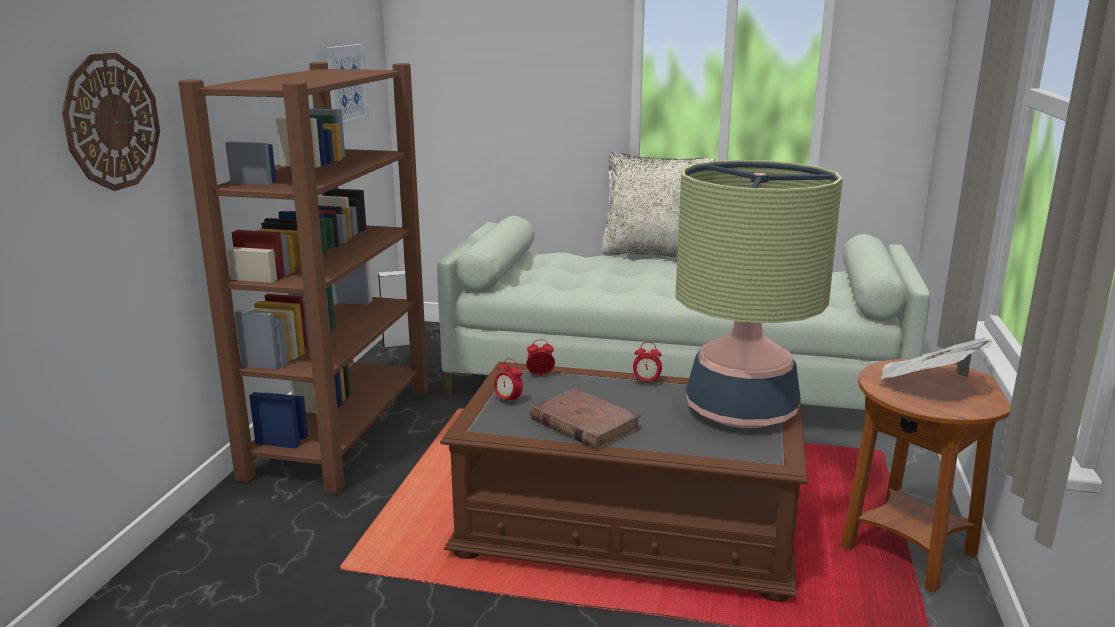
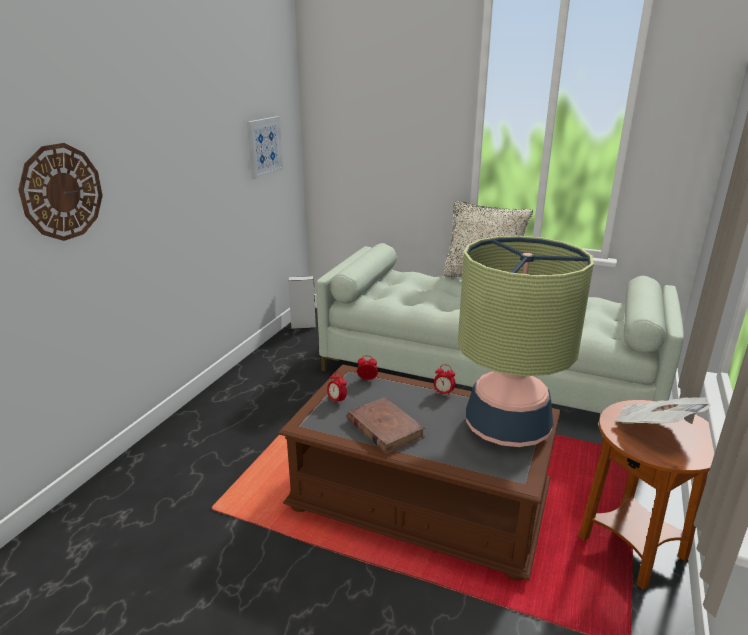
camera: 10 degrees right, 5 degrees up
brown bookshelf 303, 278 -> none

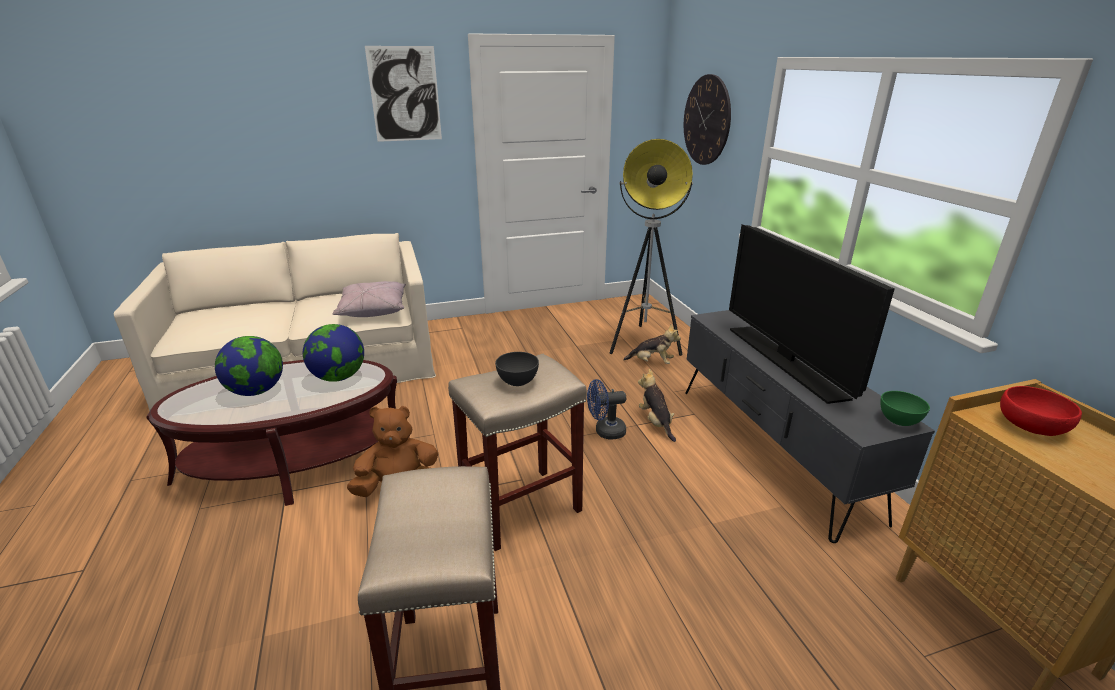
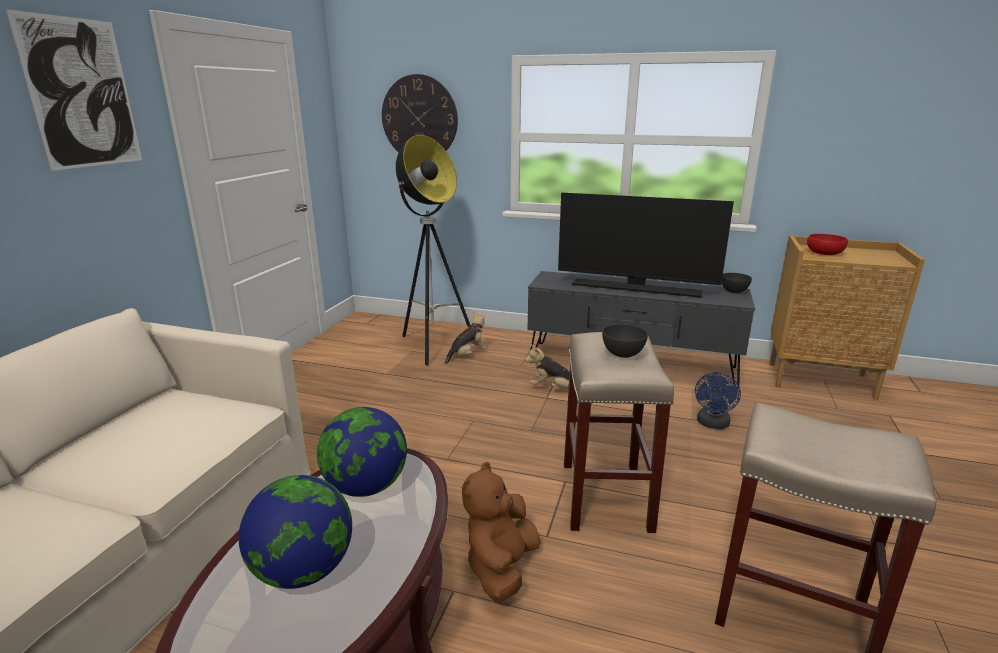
camera: 55 degrees left, 5 degrees down
purple pillow 369, 299 -> none
blue cooling fan 606, 409 -> blue cooling fan 718, 400, move
green-coloured serving bowl 905, 408 -> grey serving bowl 737, 283

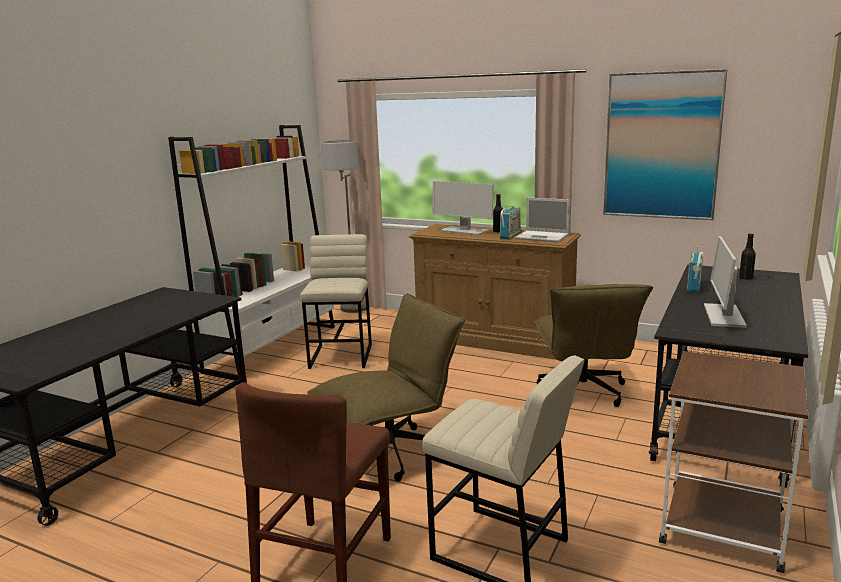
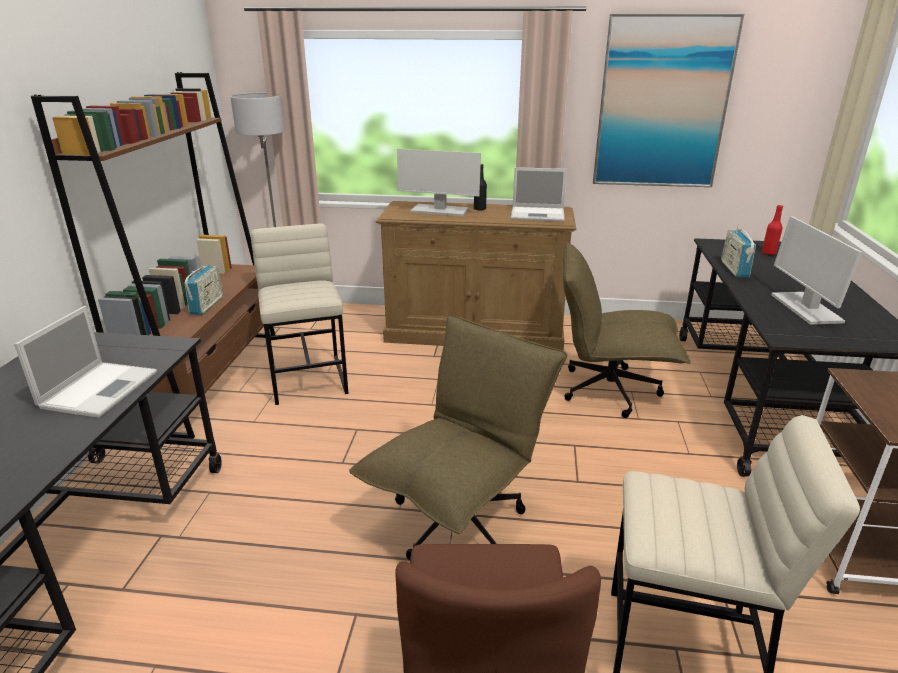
camera: 20 degrees left, 10 degrees up
white-coloured bookshelf 251, 252 -> brown bookshelf 153, 255
radio set 510, 222 -> radio set 204, 290, move
beige computer chair 592, 345 -> beige computer chair 627, 329, 120 degrees clockwise
black beverage bottle 747, 256 -> red beverage bottle 772, 230
none -> laptop 85, 362

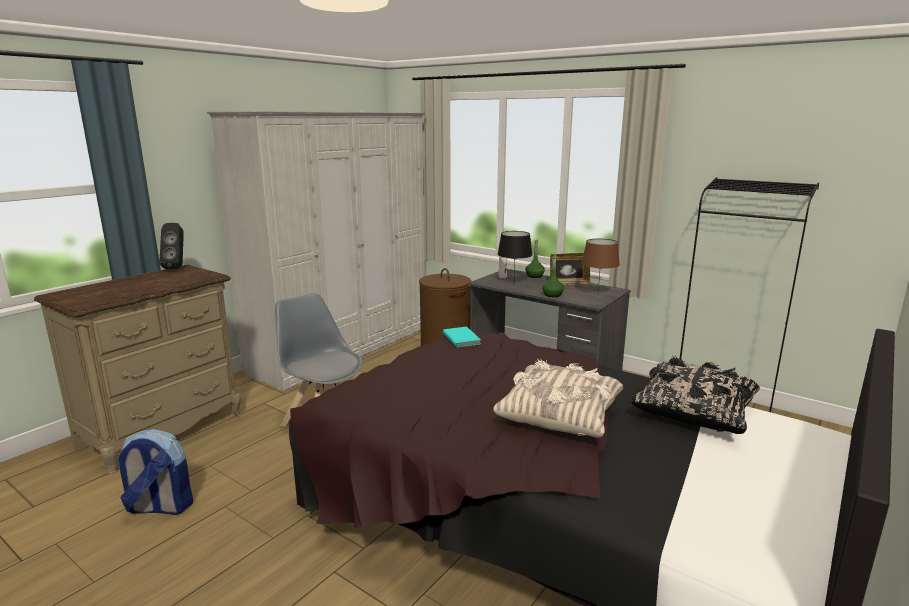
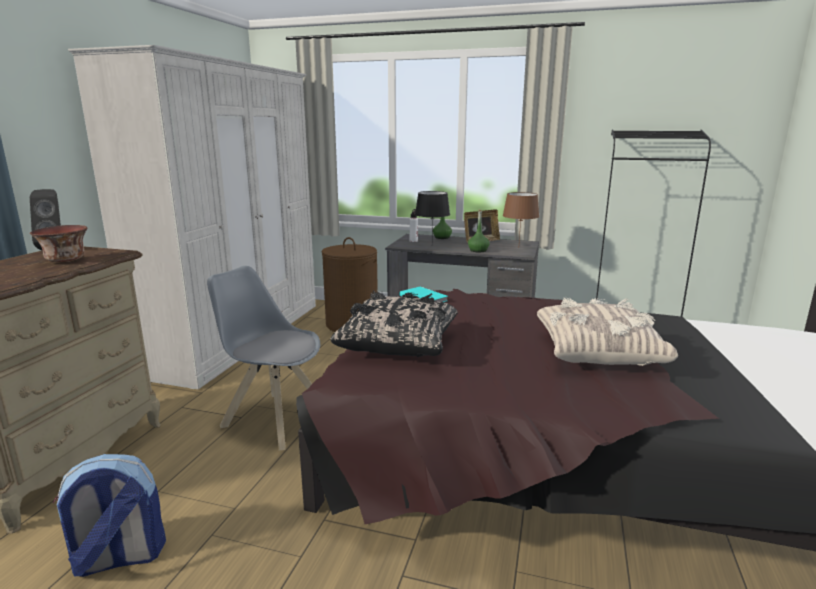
camera: 20 degrees left, 0 degrees up
black pillow 695, 394 -> black pillow 394, 323, move
none -> serving bowl 58, 243

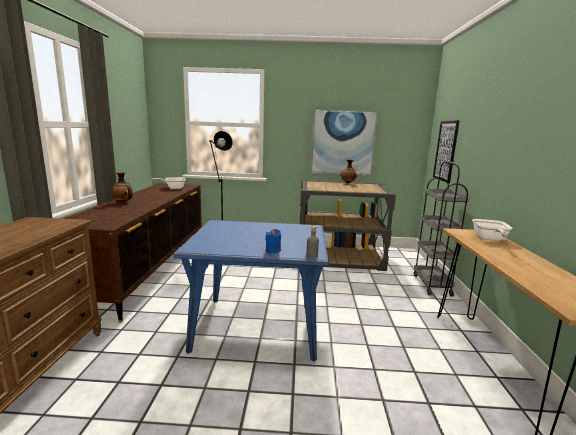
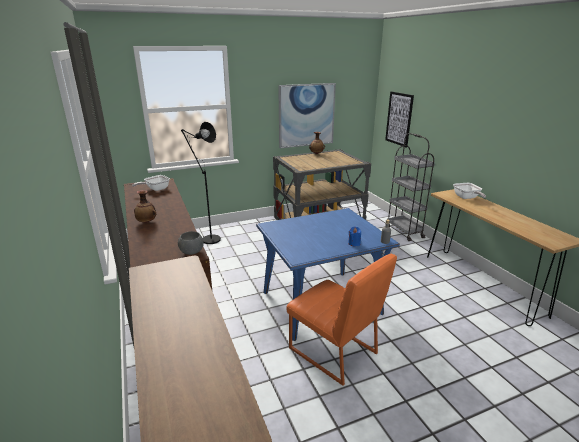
camera: 25 degrees left, 10 degrees up
none -> grey serving bowl 191, 243
none -> orangey upright chair 341, 319

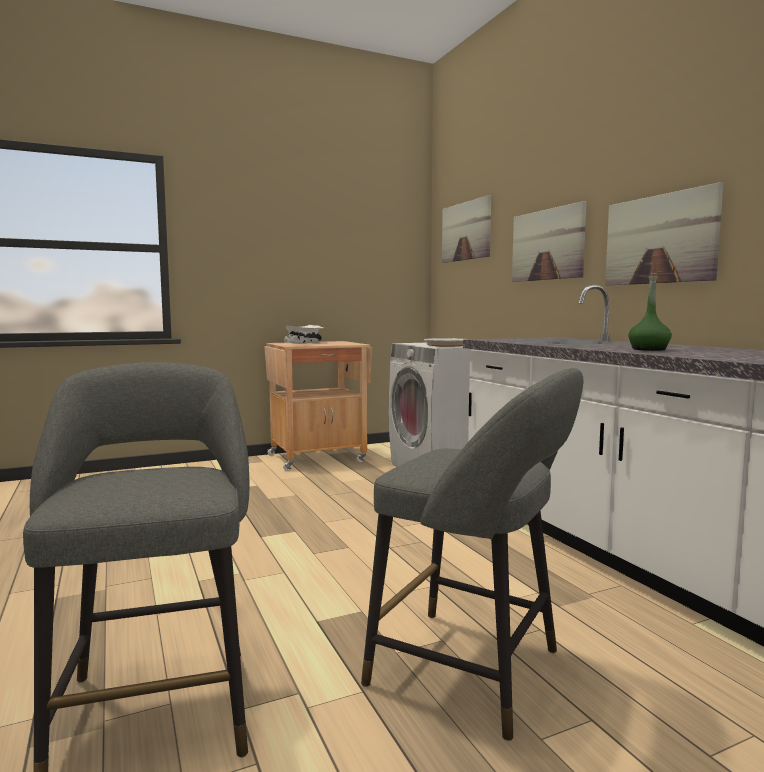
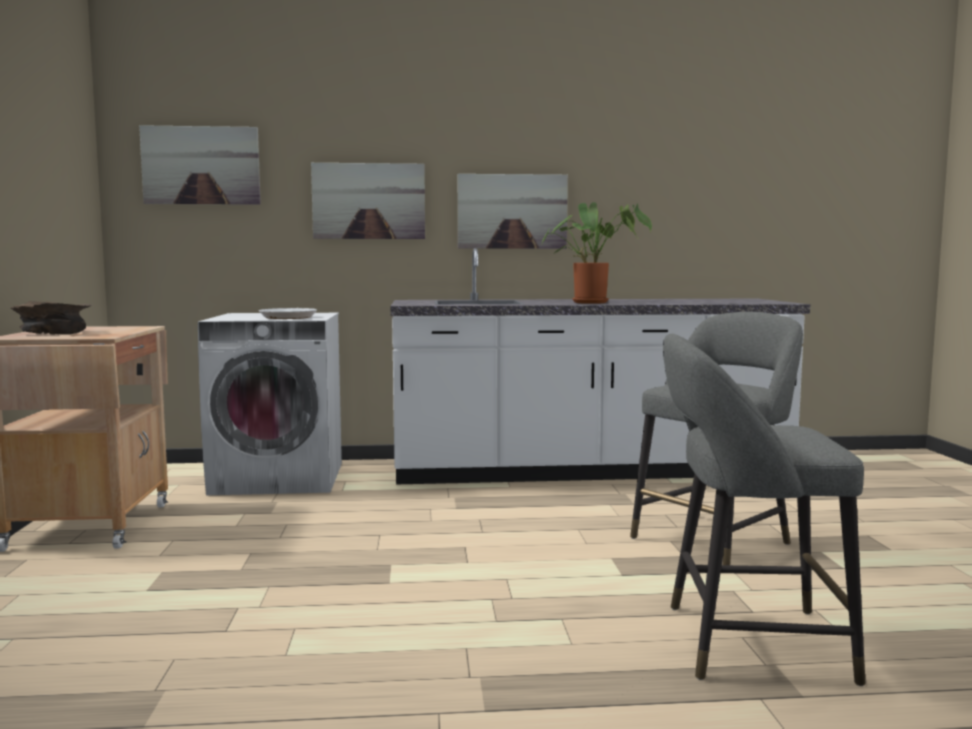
camera: 70 degrees left, 0 degrees up
white-coloured serving bowl 305, 334 -> brown serving bowl 52, 318
green-coloured beverage bottle 650, 312 -> potted plant 597, 253

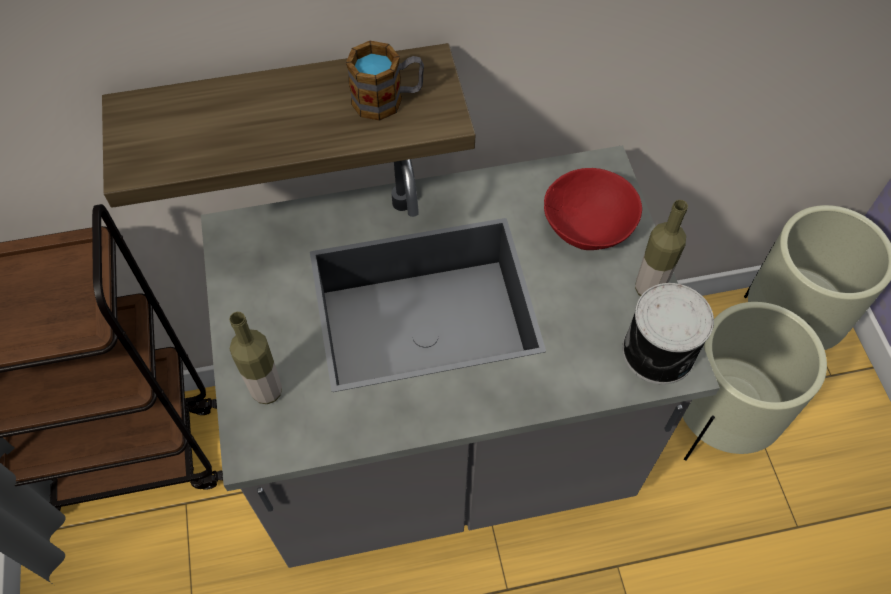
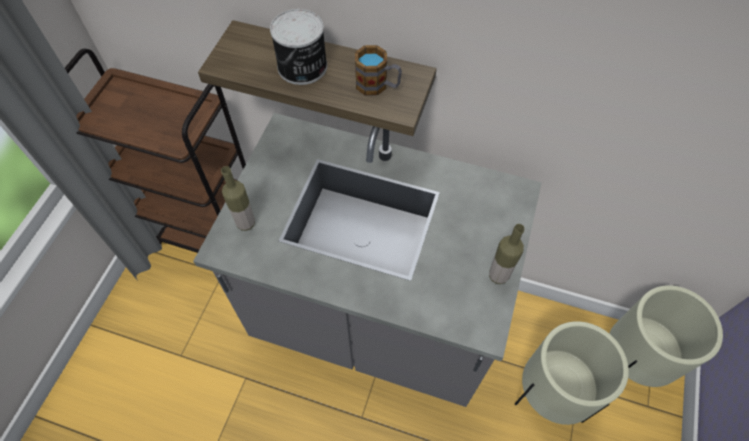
camera: 30 degrees right, 0 degrees up
red serving bowl 593, 209 -> none
metal can 668, 334 -> metal can 298, 47, move

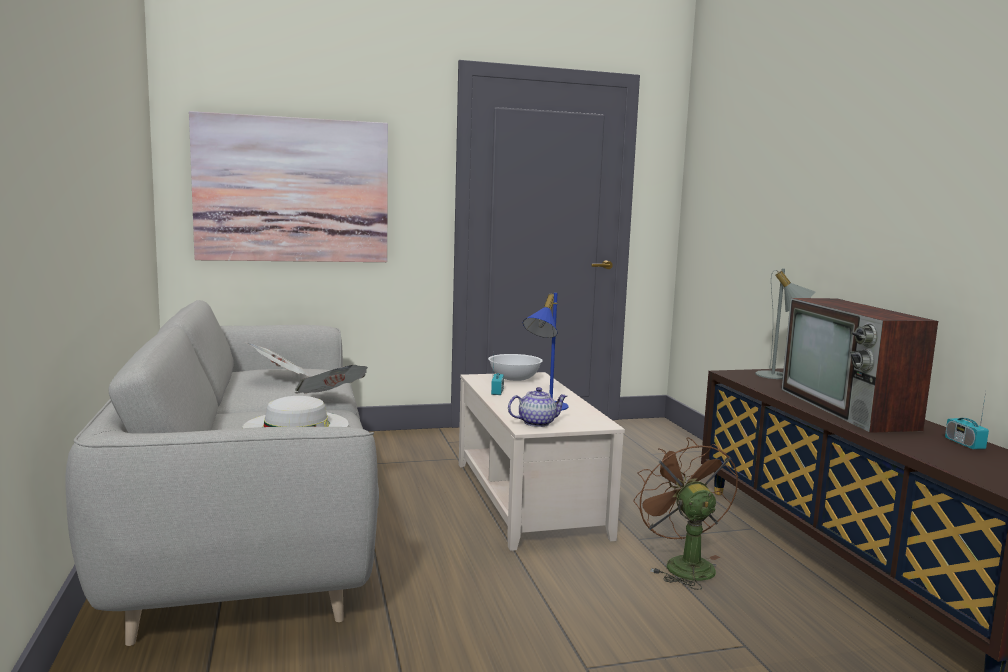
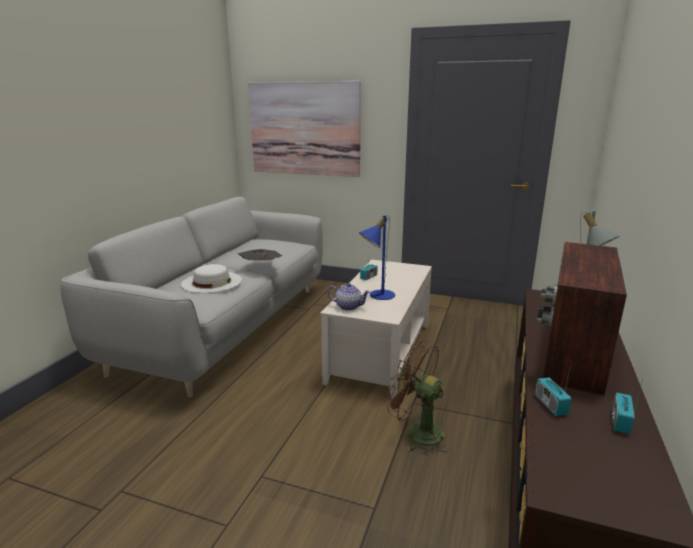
camera: 35 degrees right, 10 degrees up
newspaper 278, 359 -> none
white-coloured serving bowl 515, 367 -> none
brown cooling fan 685, 513 -> brown cooling fan 417, 397, 75 degrees counterclockwise
none -> radio set 553, 389

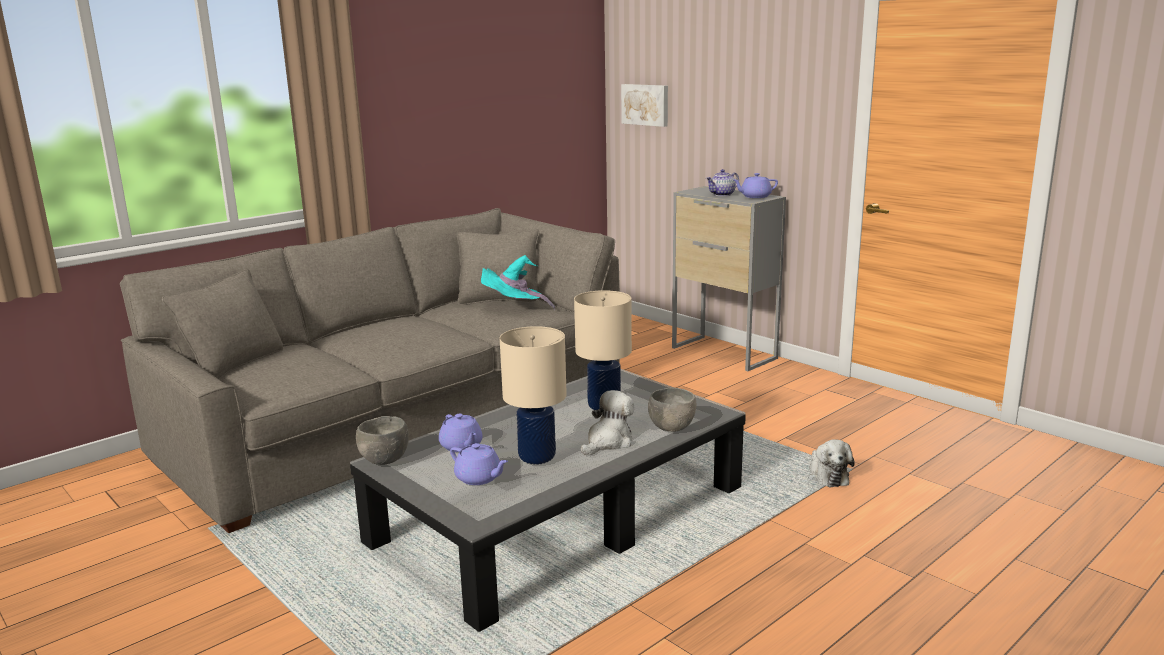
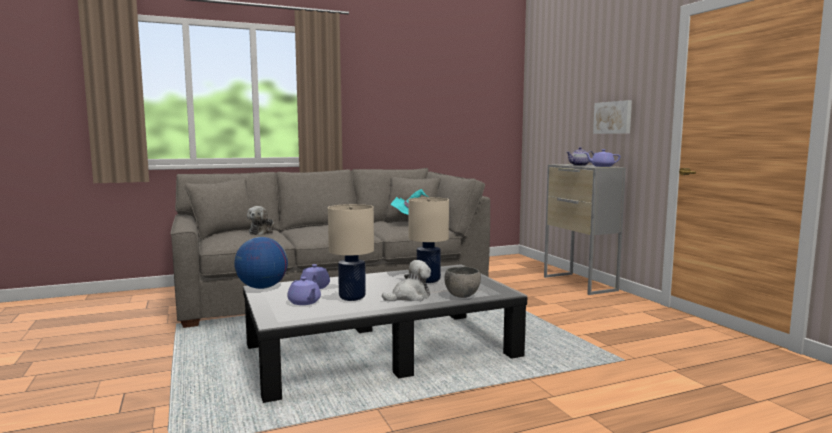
camera: 20 degrees right, 10 degrees down
grey serving bowl 382, 440 -> desk globe 261, 263
wall art 644, 105 -> wall art 612, 117, move
cuddly toy 831, 463 -> cuddly toy 260, 220, move

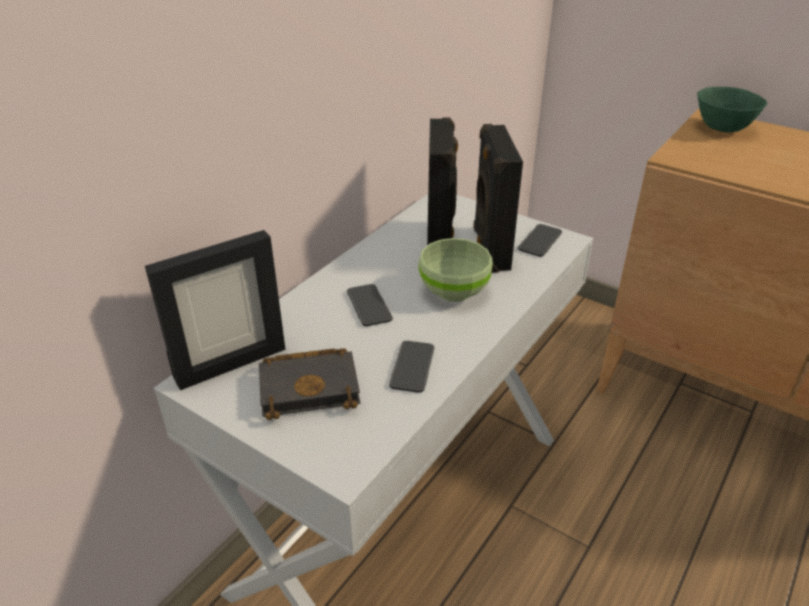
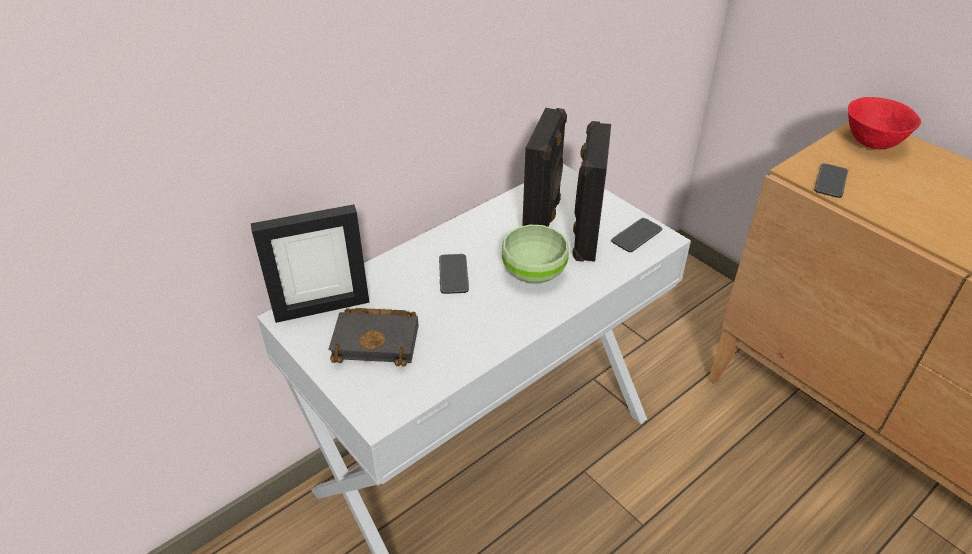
camera: 15 degrees right, 5 degrees up
phone 412, 367 -> phone 831, 180, move
green-coloured serving bowl 732, 109 -> red serving bowl 884, 123

